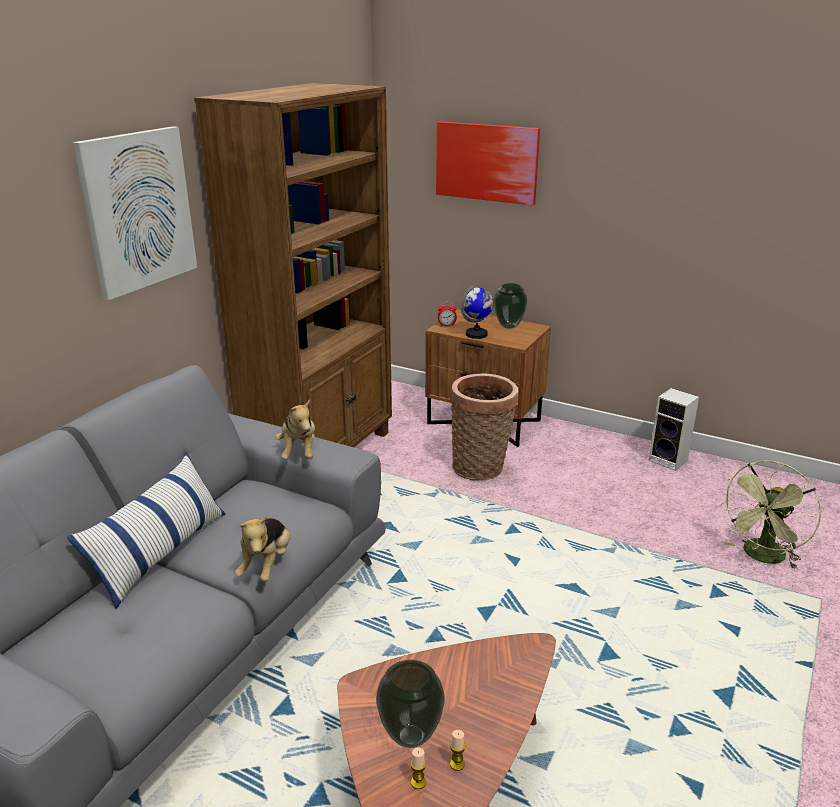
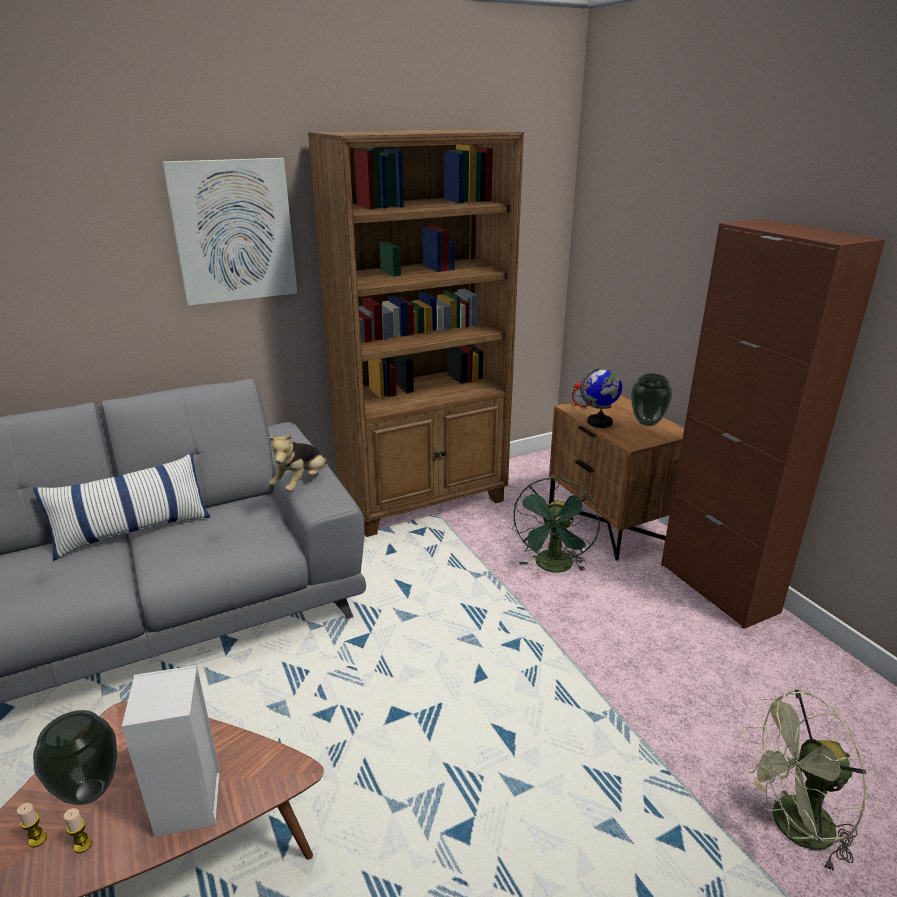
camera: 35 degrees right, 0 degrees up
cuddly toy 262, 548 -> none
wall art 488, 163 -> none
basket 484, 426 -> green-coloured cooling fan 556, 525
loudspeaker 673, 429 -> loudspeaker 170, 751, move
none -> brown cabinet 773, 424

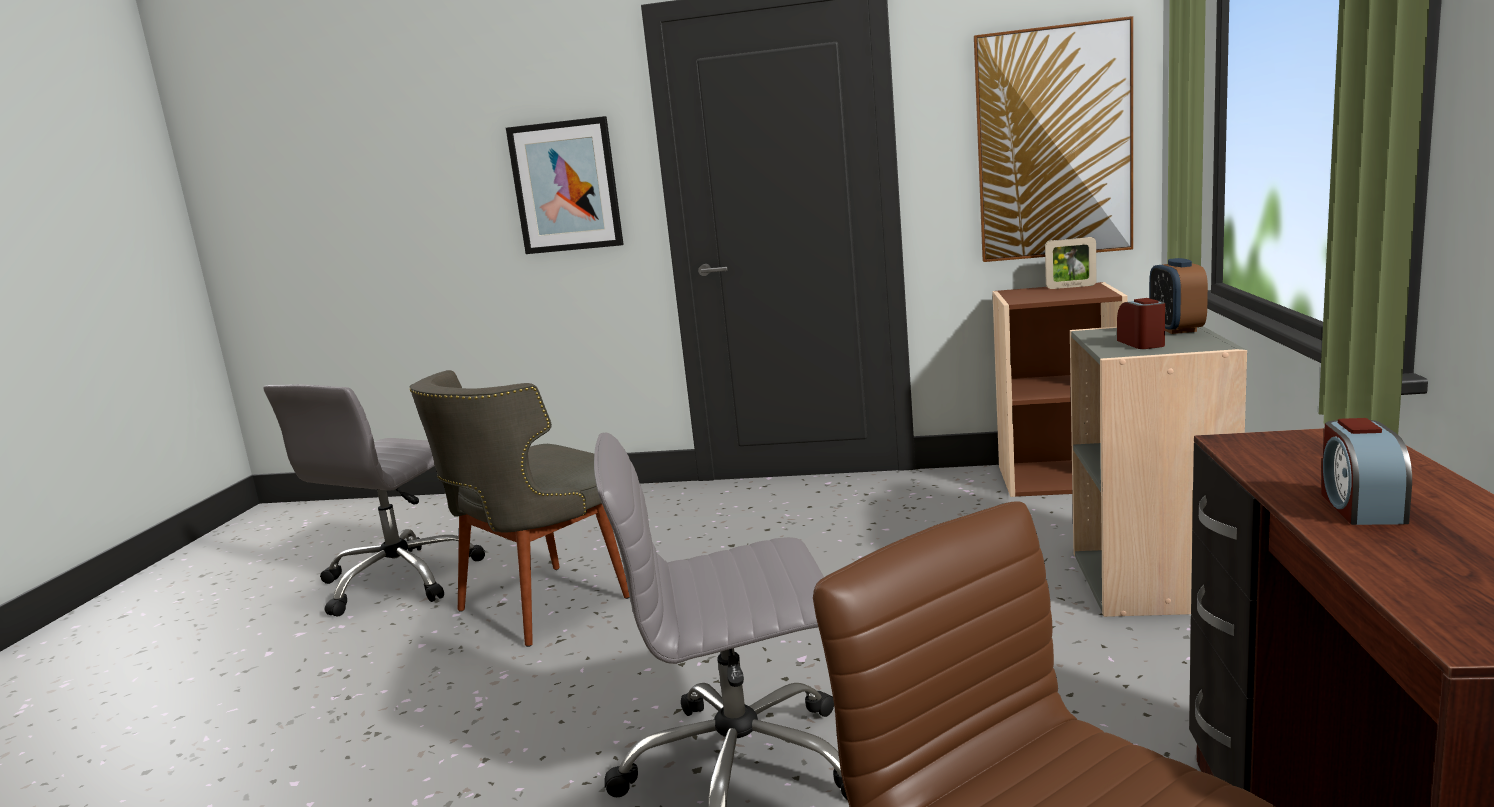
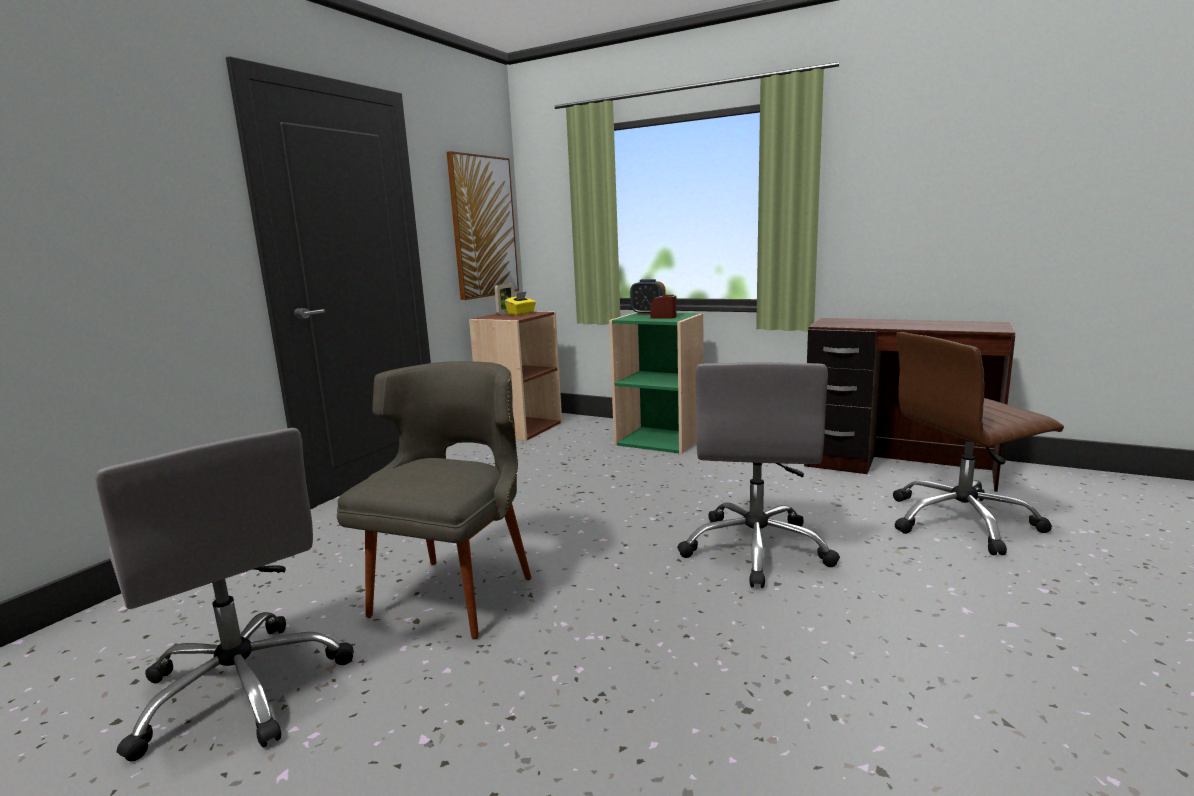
camera: 70 degrees left, 0 degrees up
grey upright chair 520, 508 -> grey upright chair 434, 500, 135 degrees counterclockwise
wall art 565, 185 -> none
grey bookshelf 1158, 471 -> green-coloured bookshelf 656, 383
bedside clock 1366, 471 -> none
none -> yellowish tissue holder 520, 303

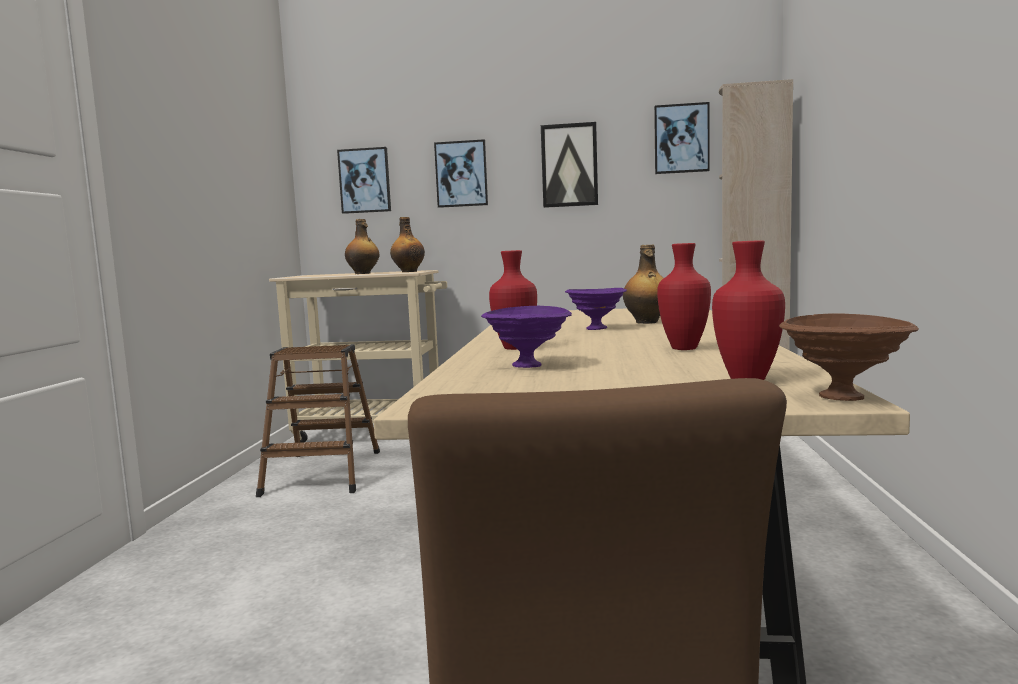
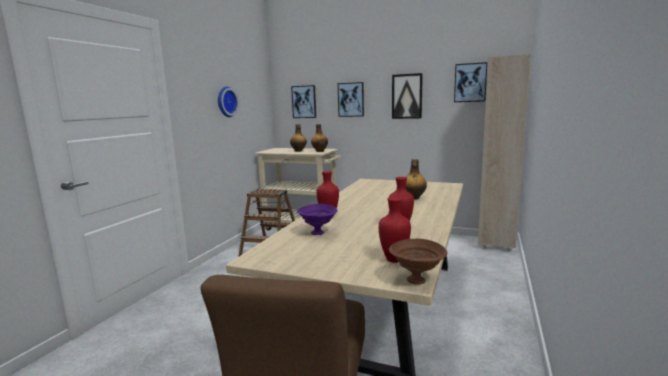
camera: 15 degrees right, 5 degrees up
purple serving bowl 596, 309 -> none
none -> hanging clock 228, 101

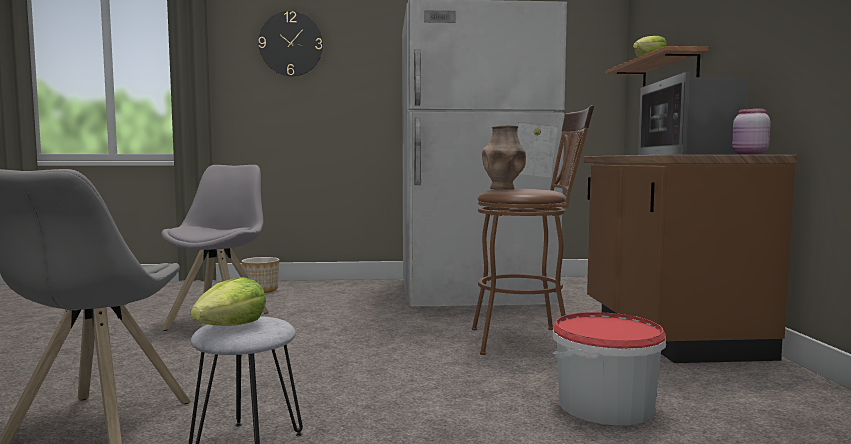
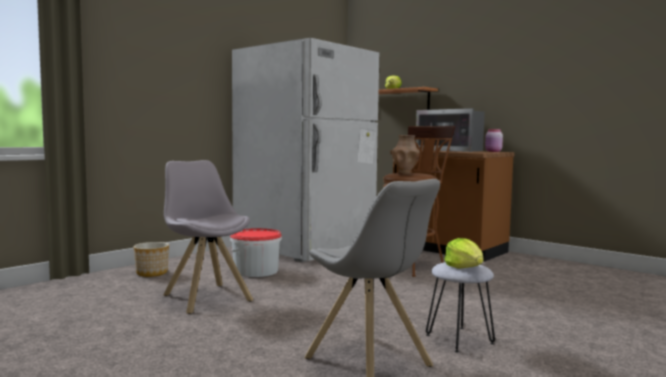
camera: 45 degrees left, 0 degrees up
hanging clock 291, 43 -> none
pail 609, 368 -> pail 256, 252, move

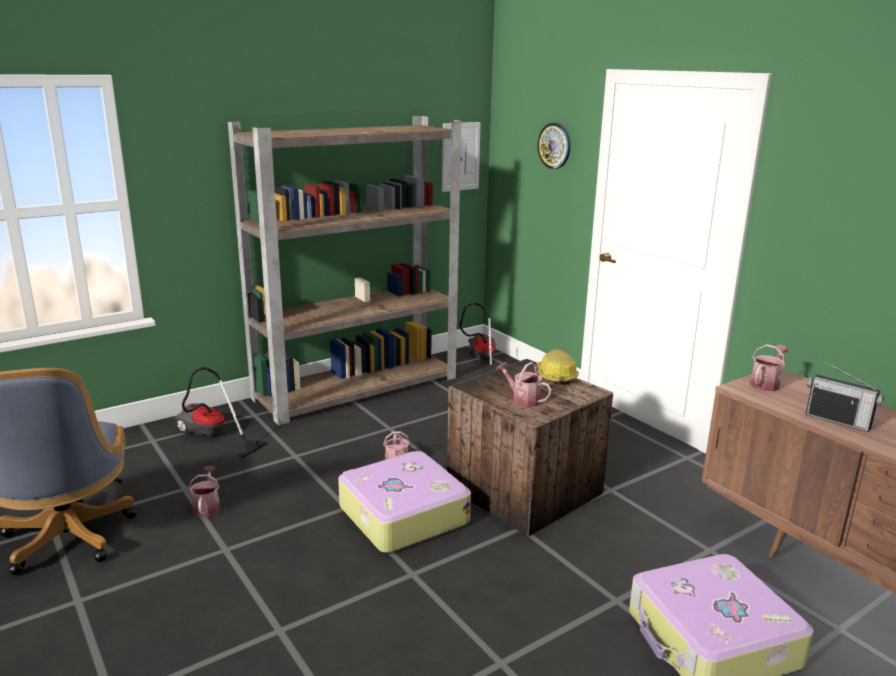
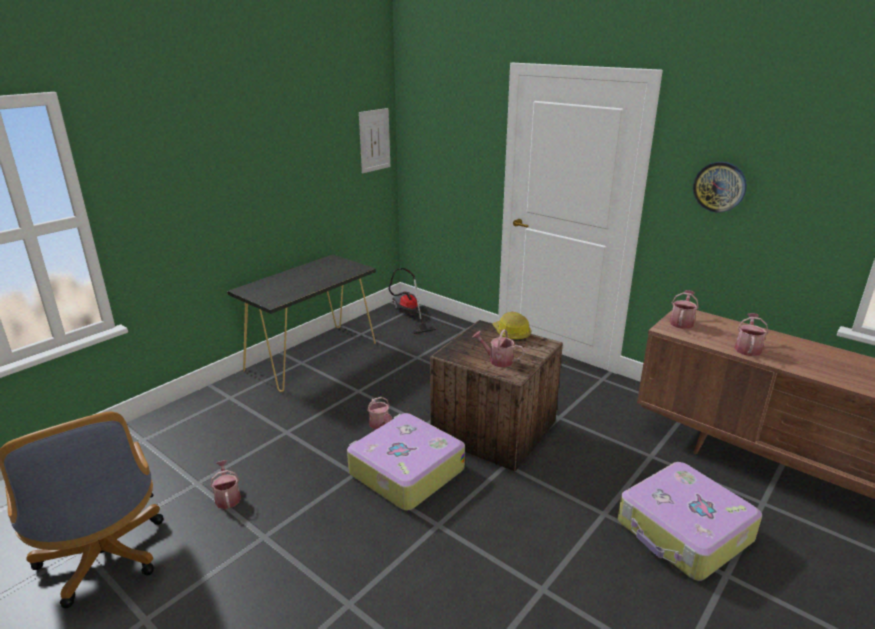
camera: 15 degrees left, 5 degrees up
hoover 220, 412 -> none
brown bookshelf 344, 271 -> black narrow table 301, 323
hanging clock 554, 145 -> hanging clock 720, 187, move
radio set 845, 396 -> watering pot 751, 334

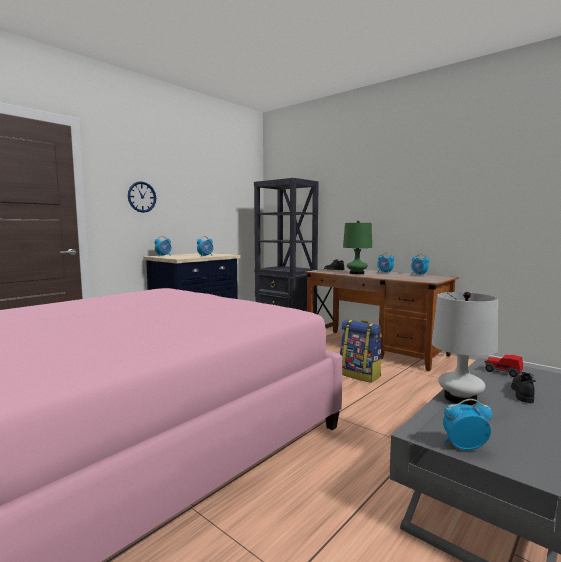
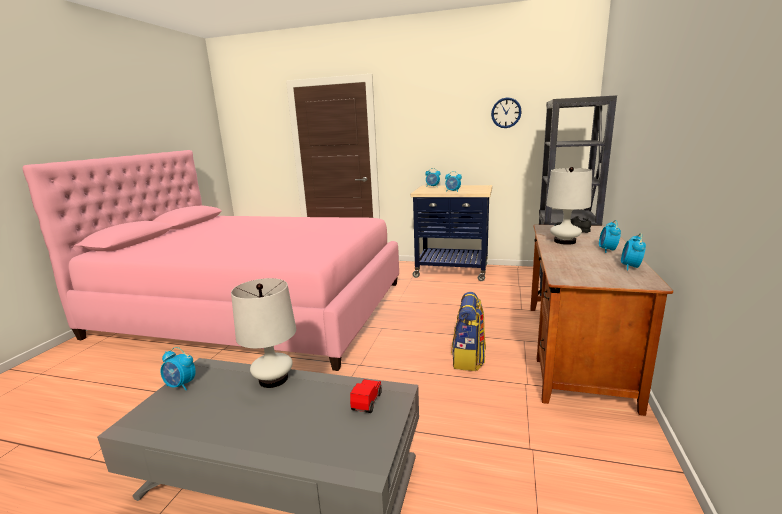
camera: 65 degrees right, 10 degrees up
hanging clock 142, 197 -> hanging clock 506, 112, move
green-coloured lamp for a table 357, 247 -> white-coloured lamp for a table 569, 206
bedside clock 467, 424 -> bedside clock 178, 368, 135 degrees clockwise
black low shoe 523, 387 -> none

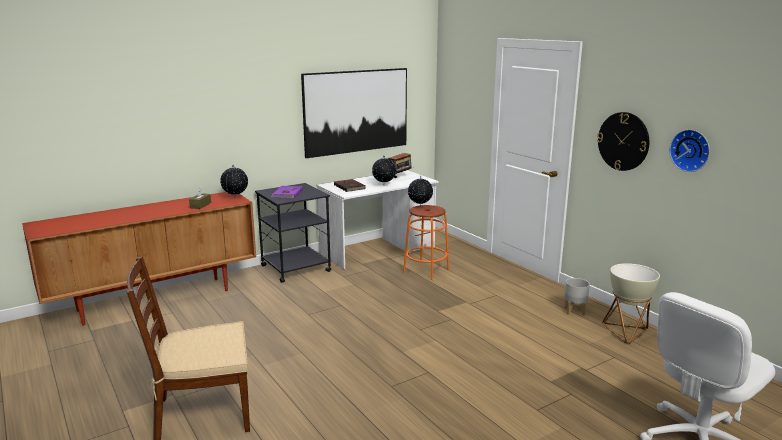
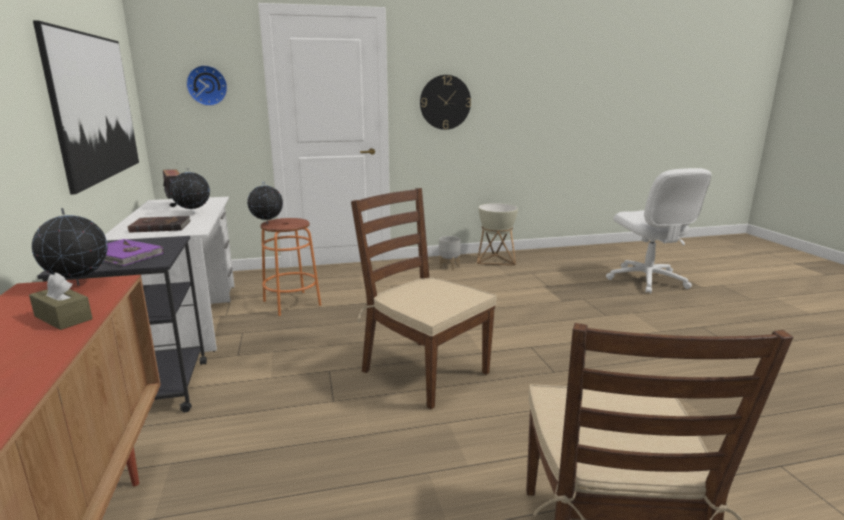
camera: 70 degrees left, 0 degrees up
hanging clock 689, 150 -> hanging clock 207, 85, move
none -> brown upright chair 424, 298

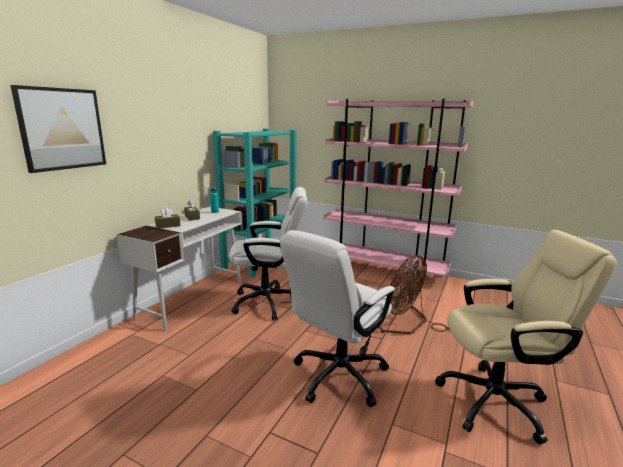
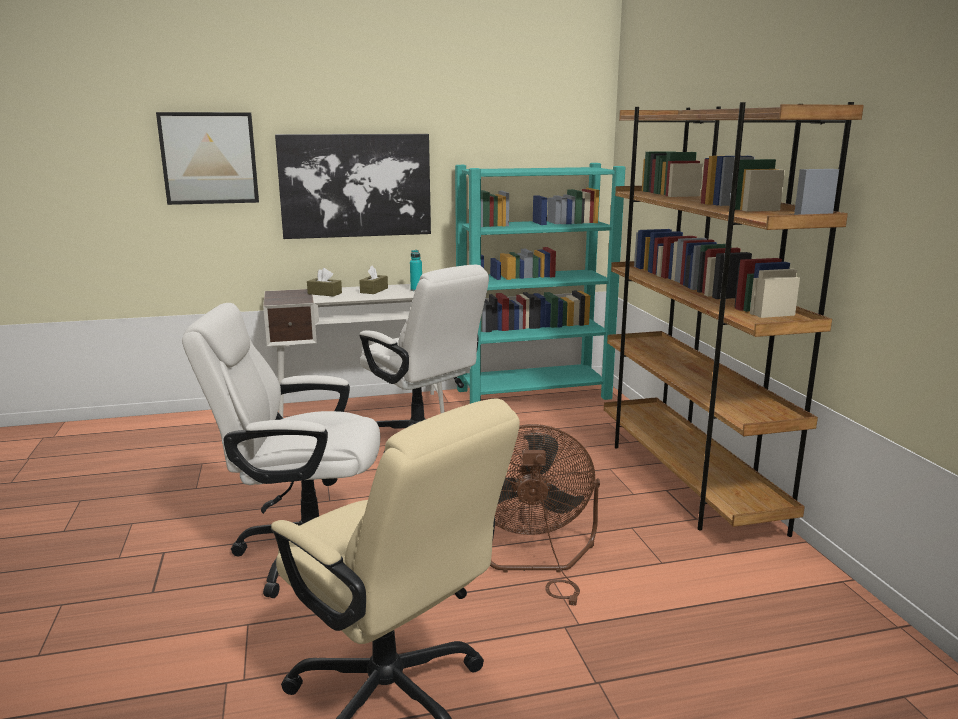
camera: 50 degrees right, 0 degrees up
pinkish bookshelf 398, 188 -> brown bookshelf 734, 319
none -> wall art 353, 186

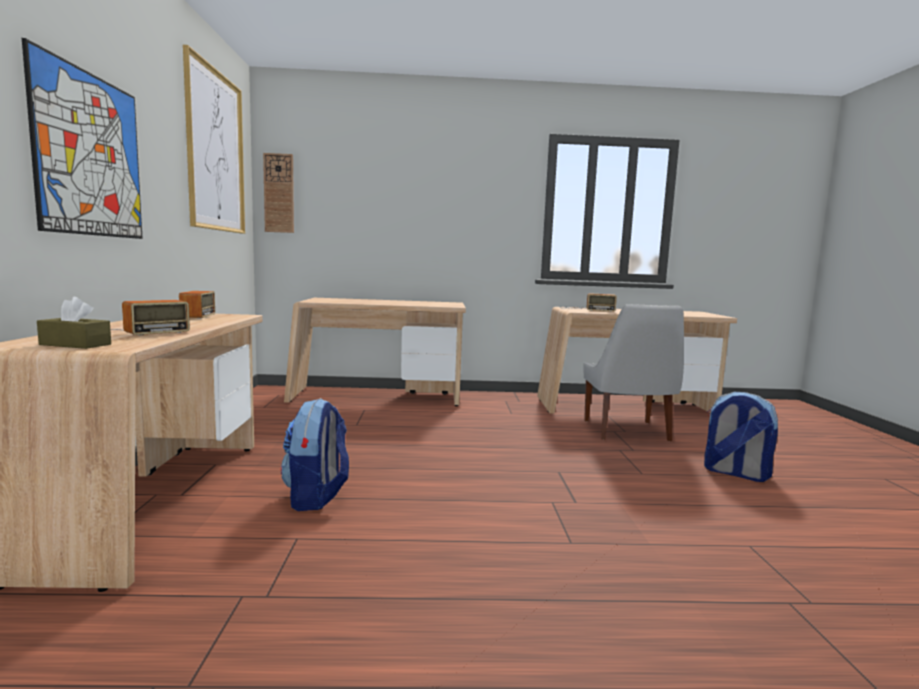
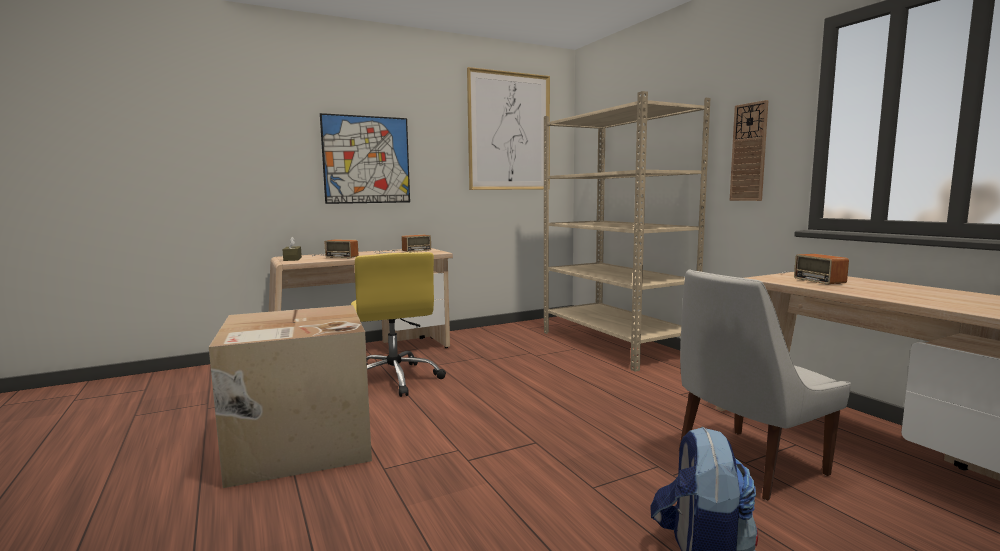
camera: 65 degrees right, 0 degrees up
hanging clock 278, 193 -> hanging clock 749, 150, move
knapsack 315, 454 -> yellowish computer chair 398, 324
beige desk 375, 352 -> beige bookshelf 627, 231
none -> packing box 290, 396

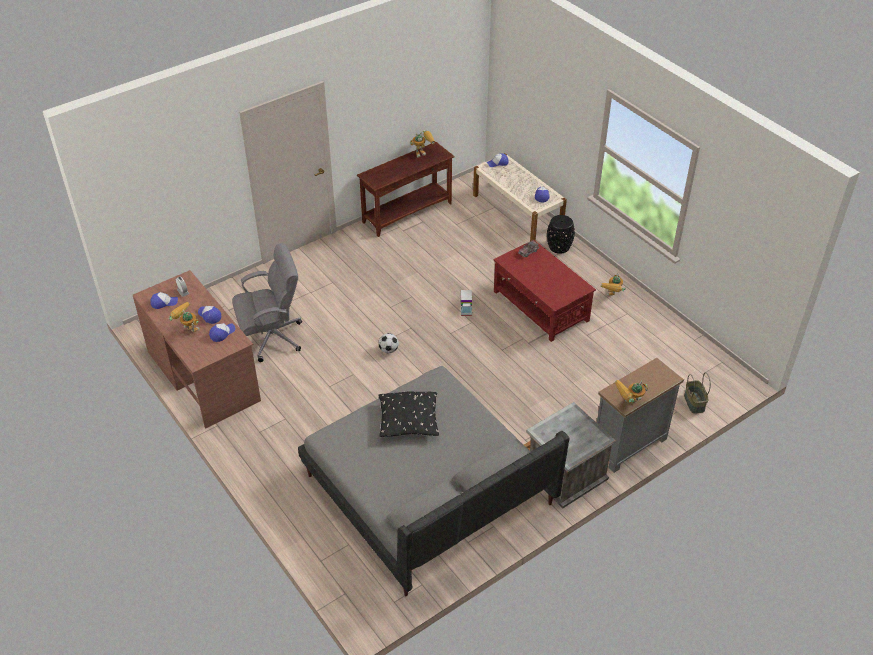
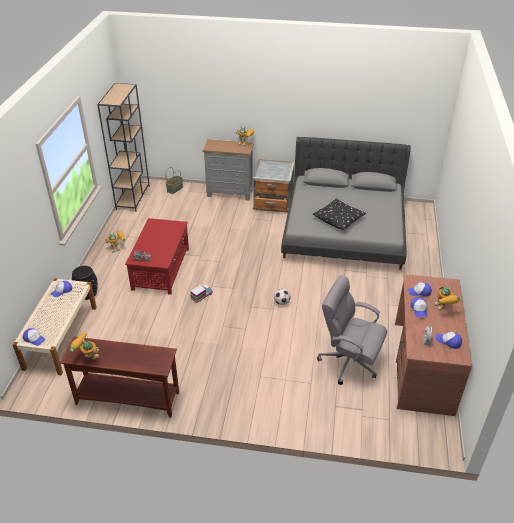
camera: 135 degrees left, 5 degrees down
none -> bookshelf 123, 147

